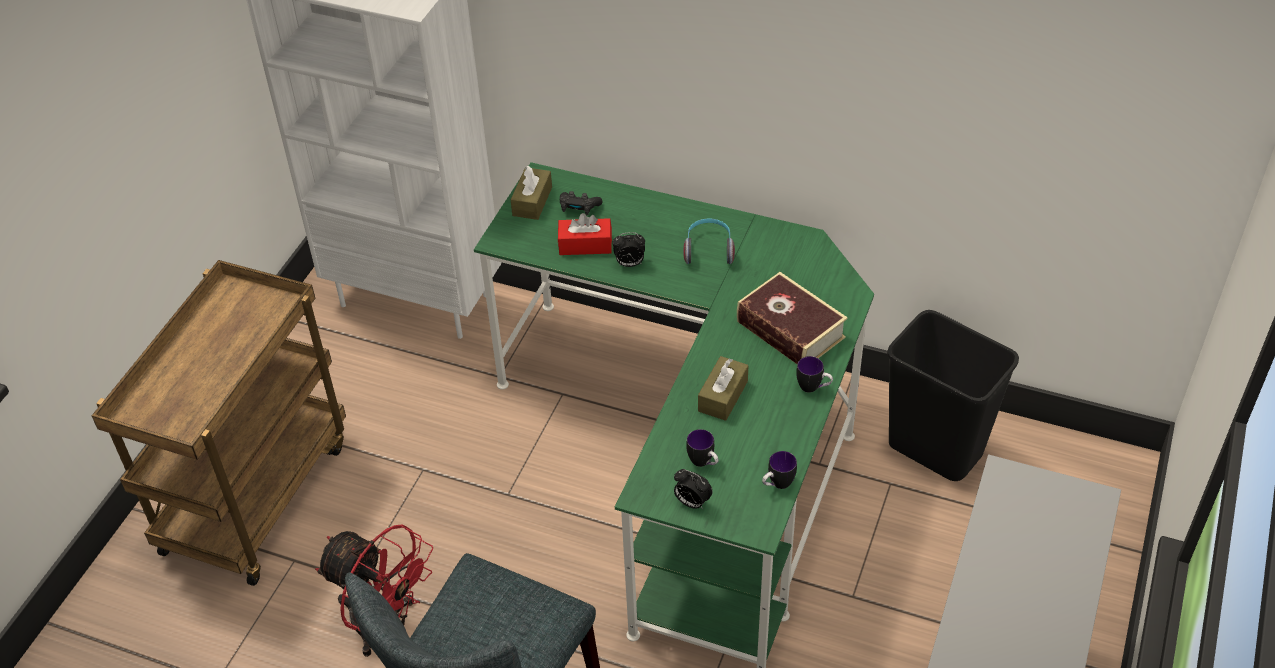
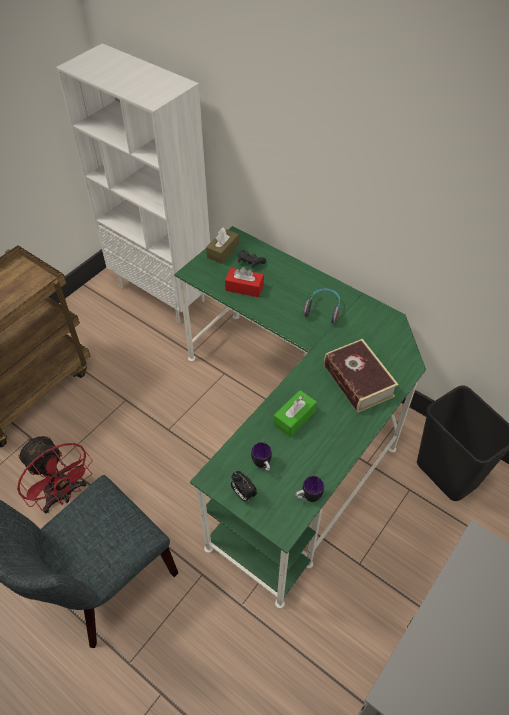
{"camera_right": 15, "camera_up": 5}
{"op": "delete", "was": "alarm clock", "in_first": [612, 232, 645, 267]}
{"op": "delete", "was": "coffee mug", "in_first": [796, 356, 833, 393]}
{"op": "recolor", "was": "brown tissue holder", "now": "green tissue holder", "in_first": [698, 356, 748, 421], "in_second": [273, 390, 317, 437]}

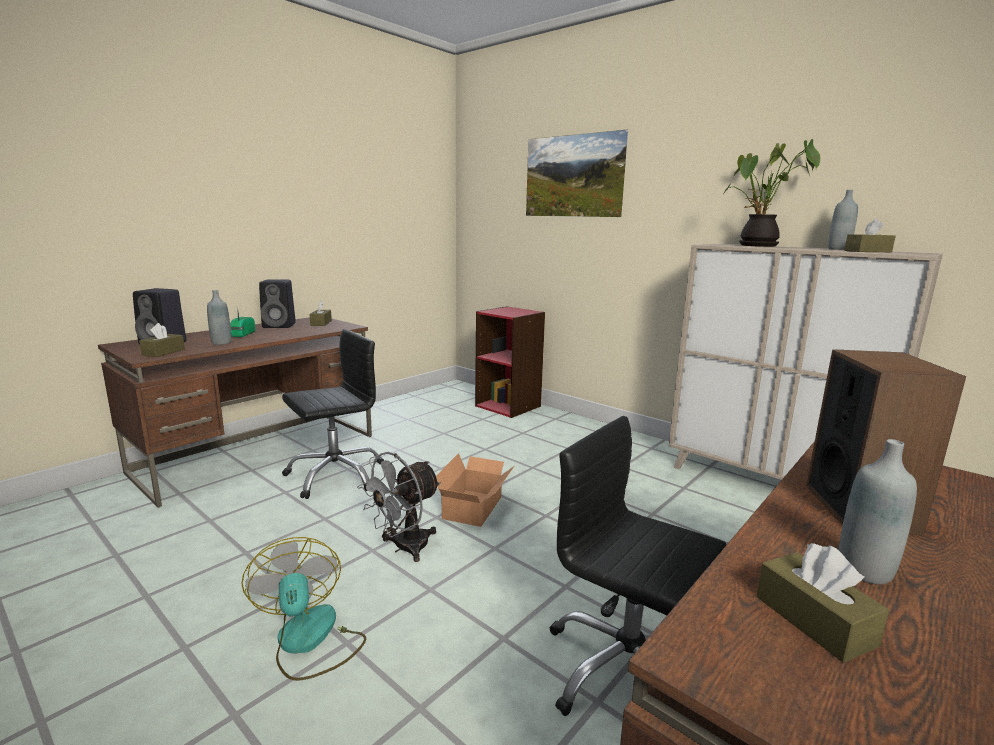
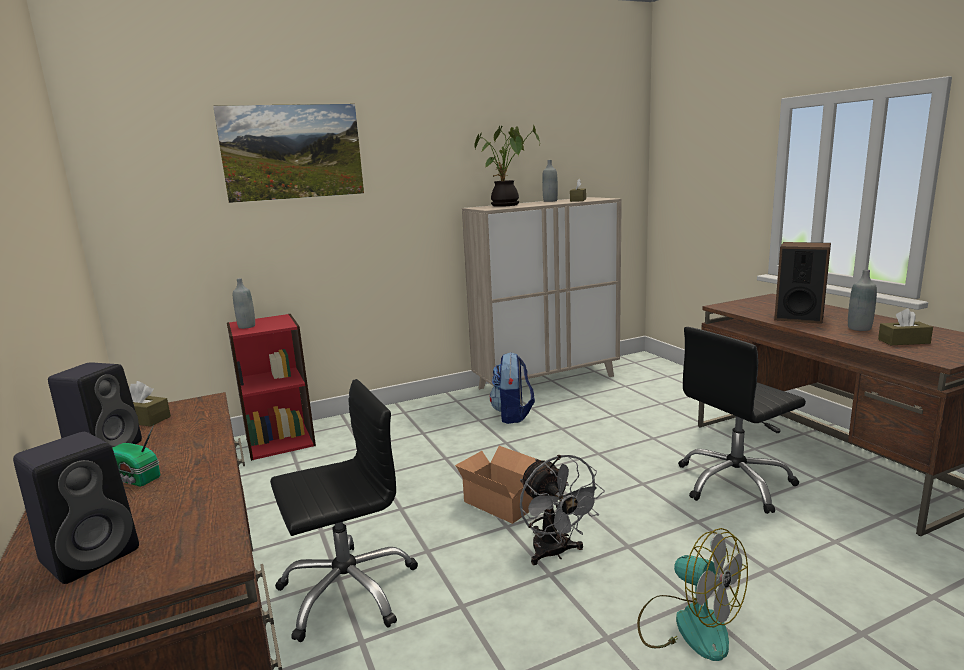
{"camera_right": -65, "camera_up": 0}
{"op": "delete", "was": "brown tissue holder", "in_first": [139, 323, 185, 357]}
{"op": "insert", "now": "knapsack", "in_second": [490, 352, 535, 424]}
{"op": "move", "was": "greyish drink bottle", "in_first": [207, 290, 231, 345], "in_second": [233, 278, 255, 329]}
{"op": "rotate", "was": "cooling fan", "in_first": [241, 537, 366, 681], "in_second": [637, 528, 748, 661], "clockwise": -135}
{"op": "rotate", "was": "black desk chair", "in_first": [282, 329, 384, 499], "in_second": [270, 379, 418, 642], "clockwise": 75}

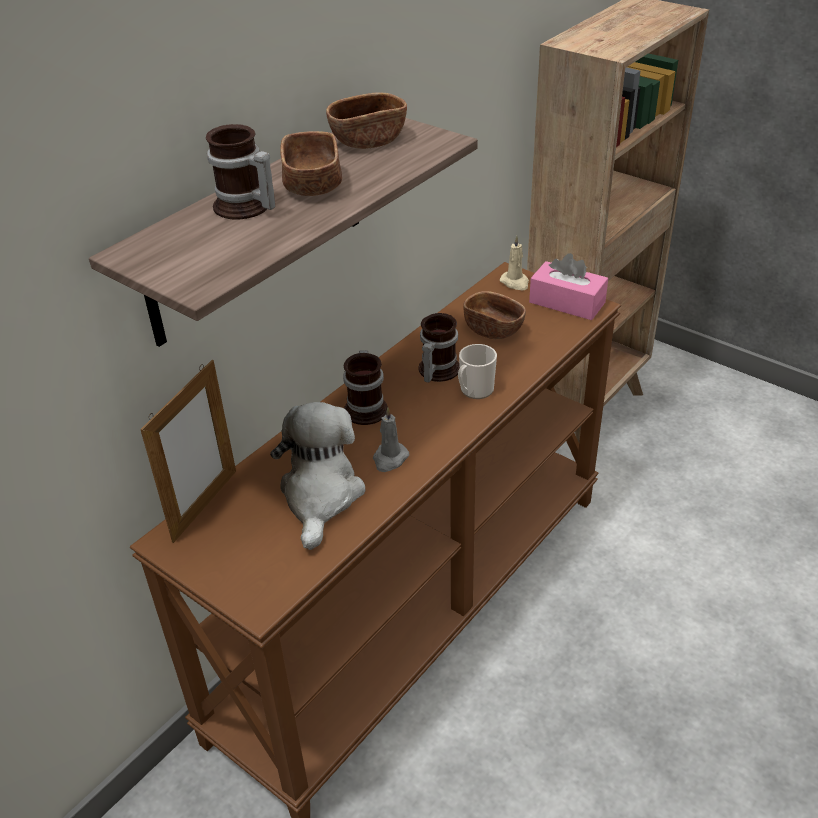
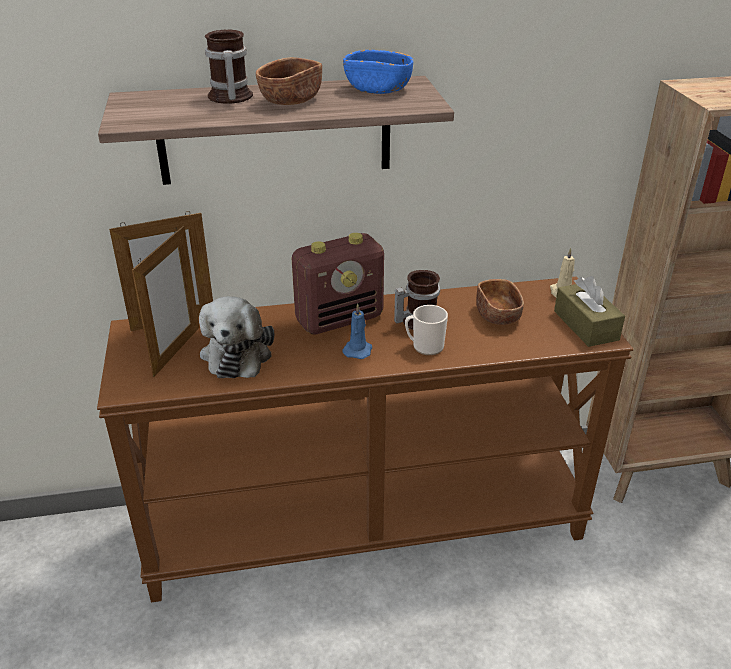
{"camera_right": 40, "camera_up": -5}
{"op": "delete", "was": "greyish wax candle", "in_first": [373, 407, 409, 472]}
{"op": "insert", "now": "photo frame", "in_second": [132, 226, 200, 377]}
{"op": "insert", "now": "blue-coloured wax candle", "in_second": [342, 303, 372, 359]}
{"op": "replace", "was": "coffee mug", "now": "radio set", "in_first": [343, 350, 388, 425], "in_second": [291, 233, 384, 335]}
{"op": "recolor", "was": "brown bowl", "now": "blue-coloured bowl", "in_first": [326, 92, 407, 149], "in_second": [343, 50, 413, 94]}
{"op": "recolor", "was": "pink tissue holder", "now": "brown tissue holder", "in_first": [529, 253, 608, 320], "in_second": [554, 276, 625, 347]}
{"op": "rotate", "was": "cuddly toy", "in_first": [270, 402, 365, 550], "in_second": [199, 296, 274, 378], "clockwise": 135}

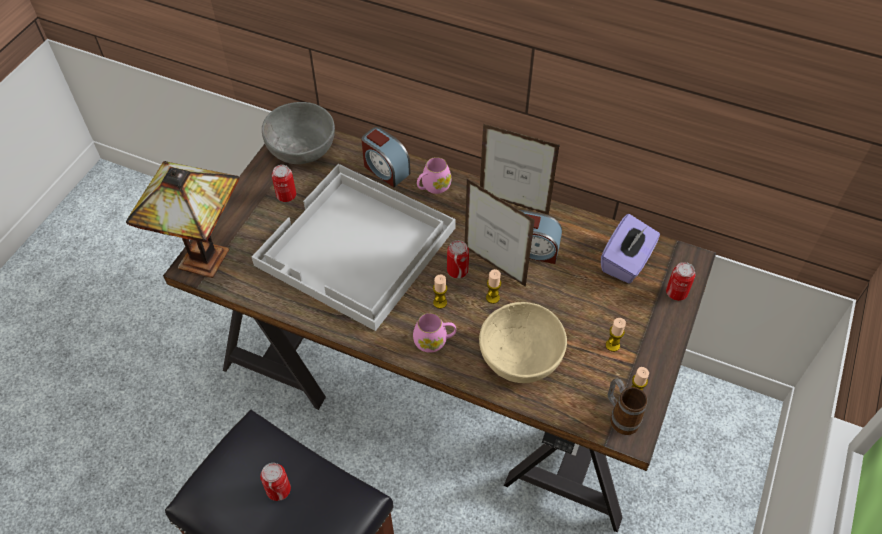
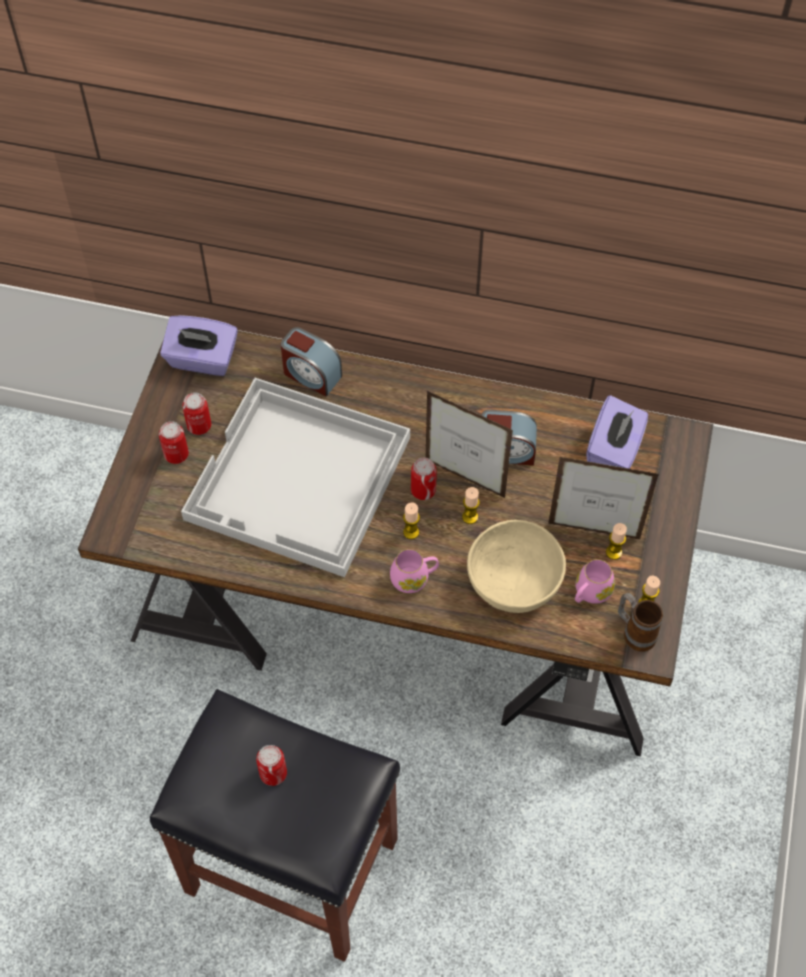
{"camera_right": -10, "camera_up": 5}
{"op": "delete", "was": "table lamp", "in_first": [126, 161, 240, 278]}
{"op": "move", "was": "pink coffee mug", "in_first": [417, 157, 451, 194], "in_second": [575, 559, 615, 604]}
{"op": "move", "was": "photo frame", "in_first": [480, 124, 560, 215], "in_second": [548, 457, 659, 540]}
{"op": "move", "was": "sealed can", "in_first": [666, 262, 696, 301], "in_second": [159, 421, 189, 464]}
{"op": "replace", "was": "greyish bowl", "now": "purple tissue holder", "in_first": [262, 102, 335, 164], "in_second": [160, 315, 238, 376]}

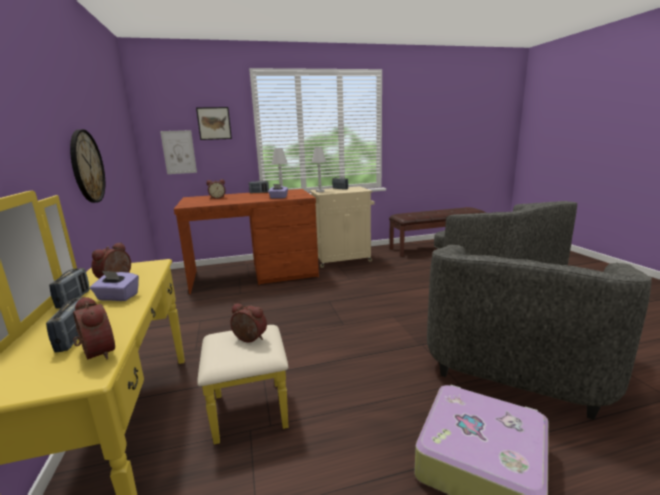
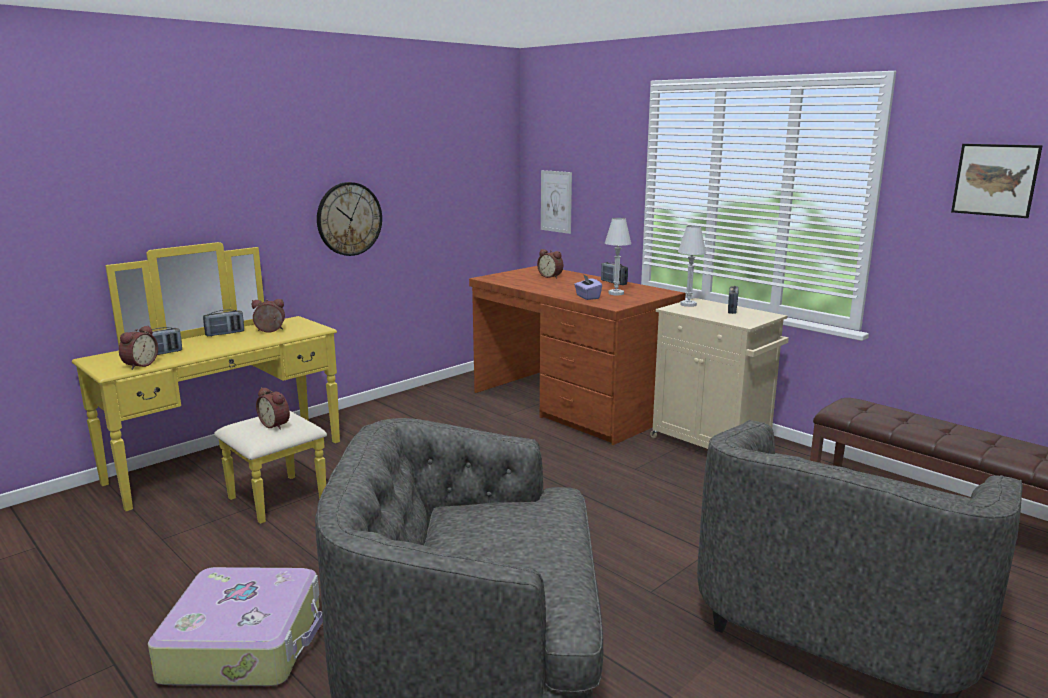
{"camera_right": 60, "camera_up": 0}
{"op": "delete", "was": "purple tissue holder", "in_first": [90, 271, 139, 301]}
{"op": "move", "was": "wall picture", "in_first": [196, 107, 232, 140], "in_second": [951, 144, 1043, 218]}
{"op": "rotate", "was": "alarm clock", "in_first": [230, 303, 267, 343], "in_second": [256, 387, 290, 430], "clockwise": 135}

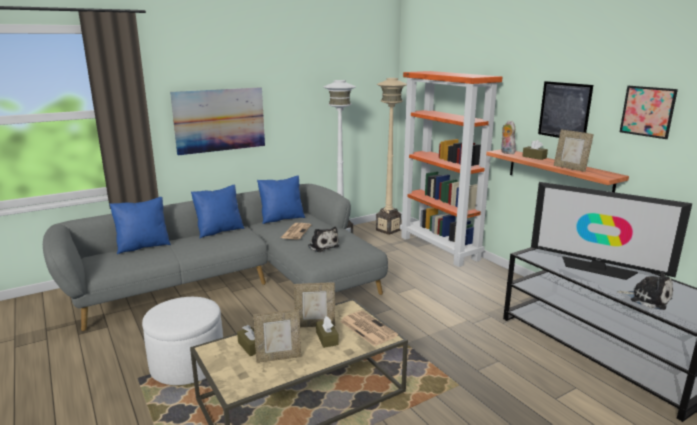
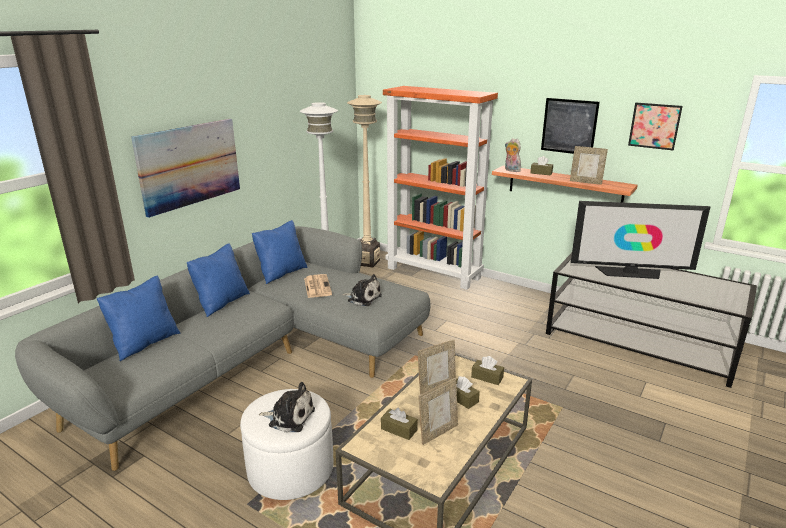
{"camera_right": -25, "camera_up": 5}
{"op": "move", "was": "cuddly toy", "in_first": [617, 271, 673, 310], "in_second": [259, 382, 315, 433]}
{"op": "replace", "was": "newspaper", "now": "brown tissue holder", "in_first": [340, 310, 398, 346], "in_second": [471, 356, 504, 385]}

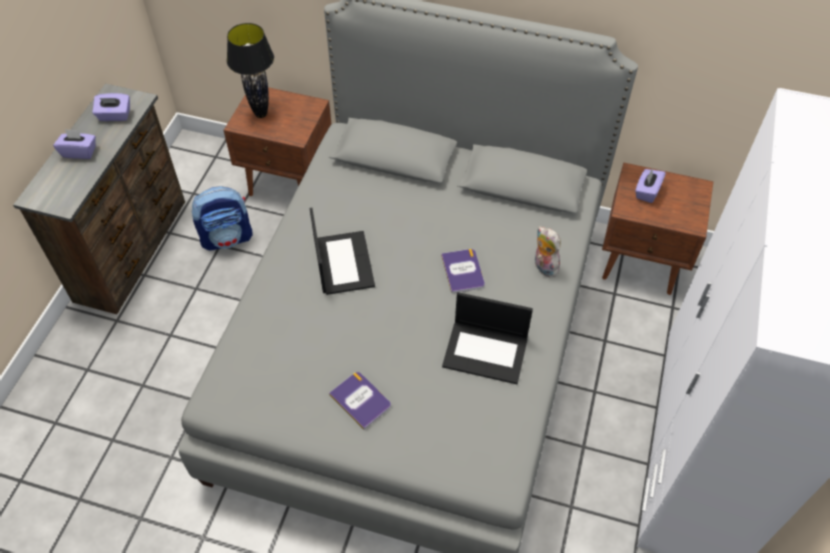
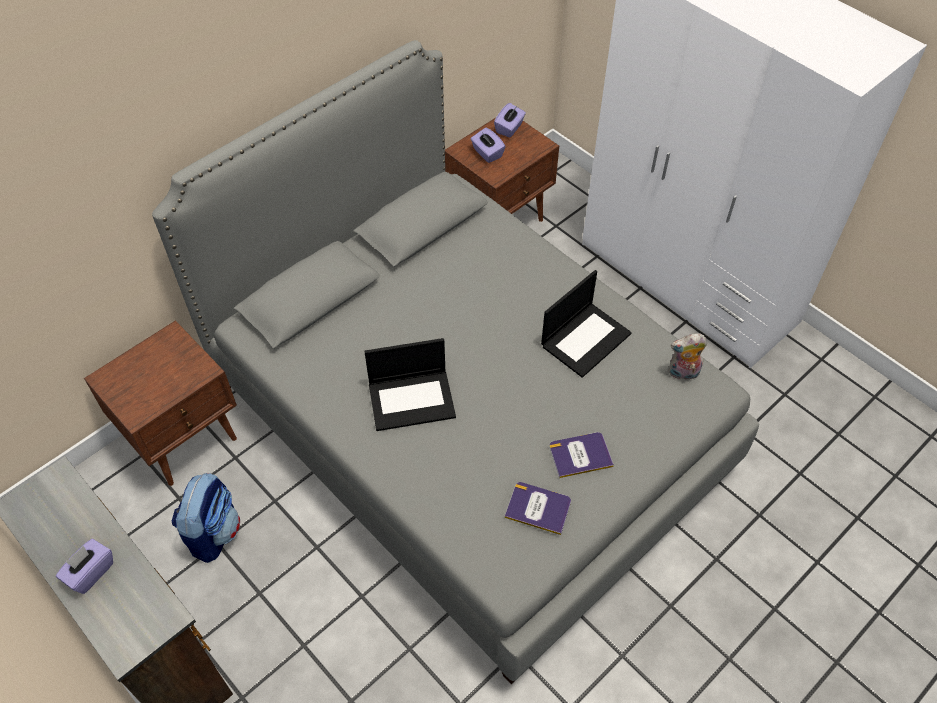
{"camera_right": -60, "camera_up": 0}
{"op": "delete", "was": "black table lamp", "in_first": [227, 23, 274, 118]}
{"op": "move", "was": "purple tissue holder", "in_first": [92, 93, 130, 121], "in_second": [494, 103, 526, 138]}
{"op": "move", "was": "bound book", "in_first": [441, 249, 485, 293], "in_second": [505, 482, 571, 535]}
{"op": "move", "was": "cuddly toy", "in_first": [535, 226, 561, 277], "in_second": [669, 333, 707, 380]}
{"op": "rotate", "was": "laptop", "in_first": [310, 208, 375, 295], "in_second": [364, 338, 456, 431], "clockwise": 150}

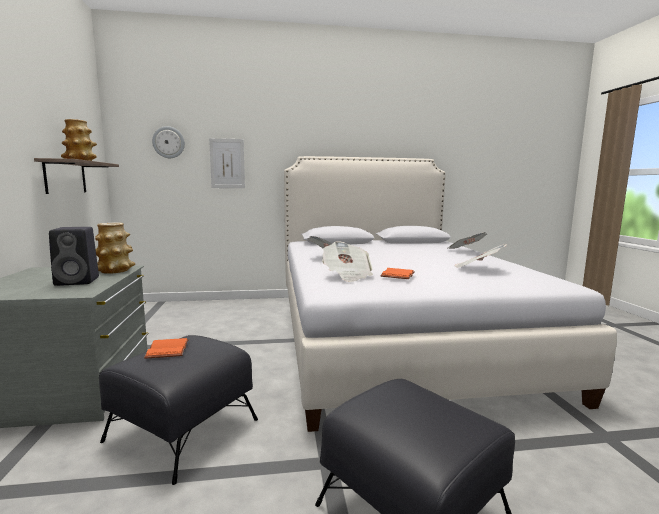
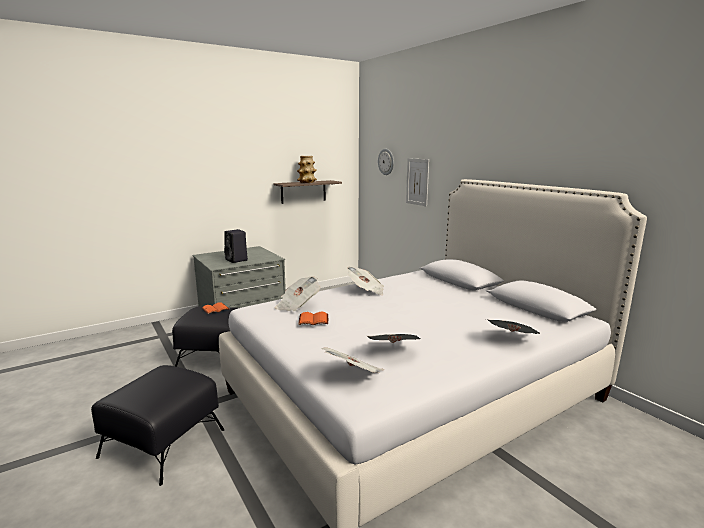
{"camera_right": 65, "camera_up": 5}
{"op": "delete", "was": "flower vase", "in_first": [95, 222, 135, 274]}
{"op": "insert", "now": "newspaper", "in_second": [322, 347, 384, 373]}

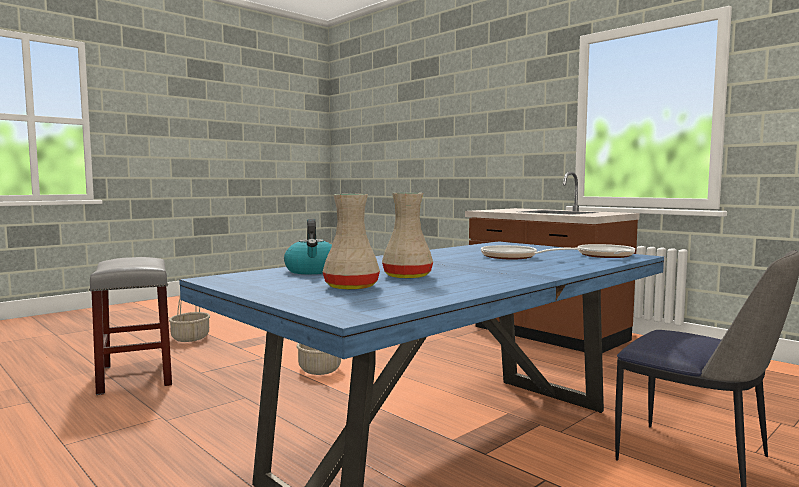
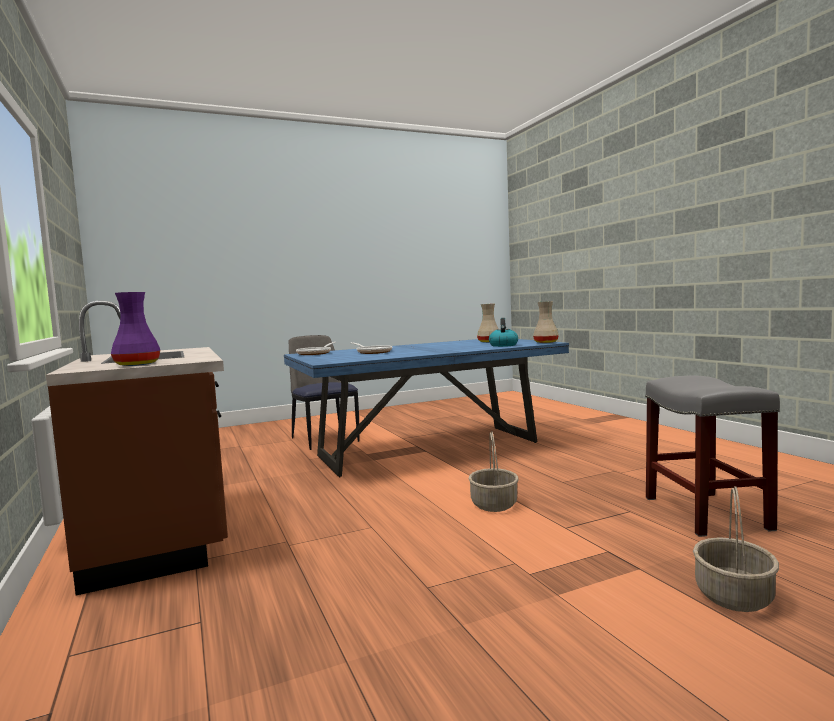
{"camera_right": -160, "camera_up": 0}
{"op": "insert", "now": "purple flower vase", "in_second": [111, 292, 160, 366]}
{"op": "move", "was": "sand-coloured flower vase", "in_first": [382, 193, 433, 279], "in_second": [533, 301, 559, 343]}

